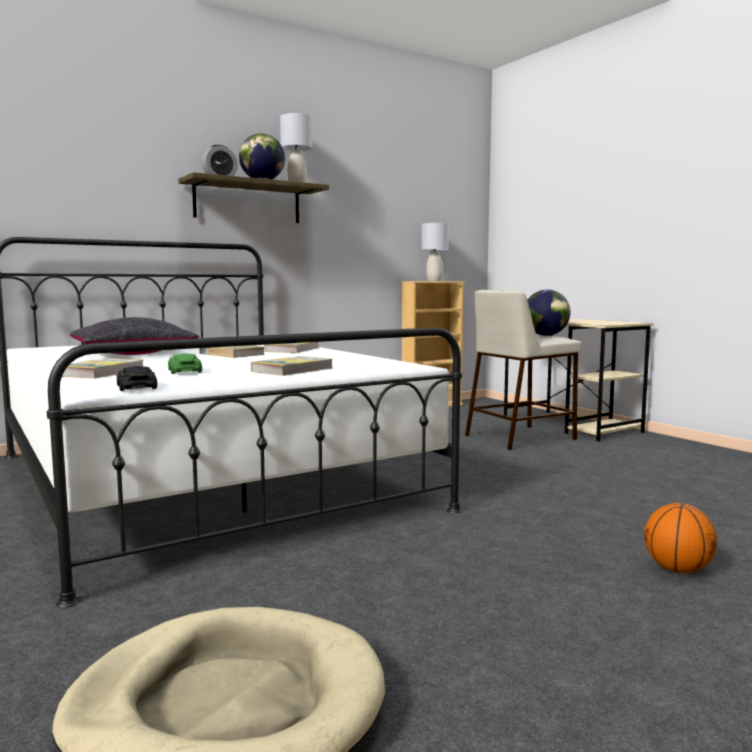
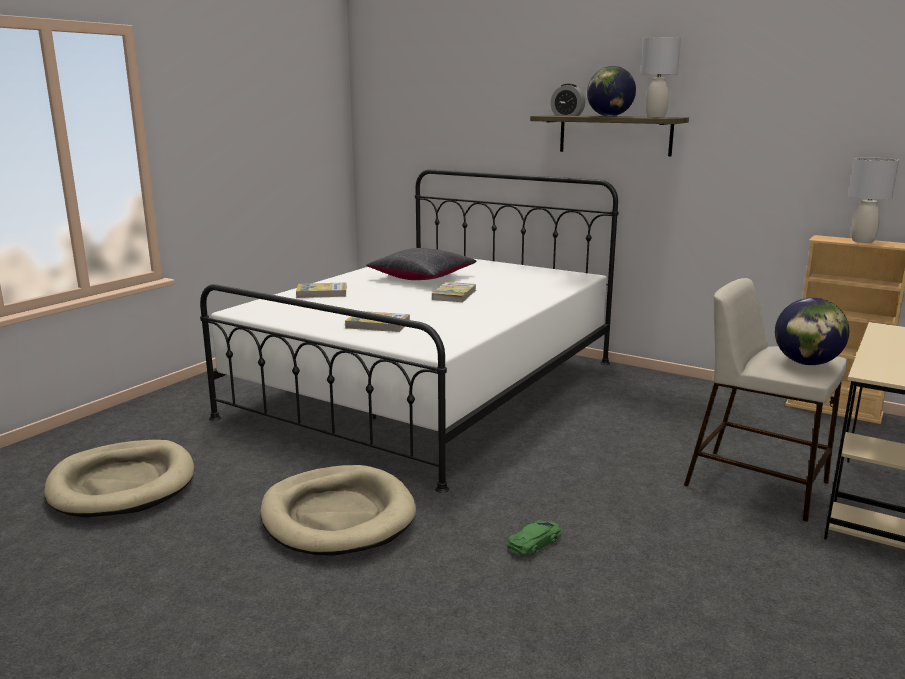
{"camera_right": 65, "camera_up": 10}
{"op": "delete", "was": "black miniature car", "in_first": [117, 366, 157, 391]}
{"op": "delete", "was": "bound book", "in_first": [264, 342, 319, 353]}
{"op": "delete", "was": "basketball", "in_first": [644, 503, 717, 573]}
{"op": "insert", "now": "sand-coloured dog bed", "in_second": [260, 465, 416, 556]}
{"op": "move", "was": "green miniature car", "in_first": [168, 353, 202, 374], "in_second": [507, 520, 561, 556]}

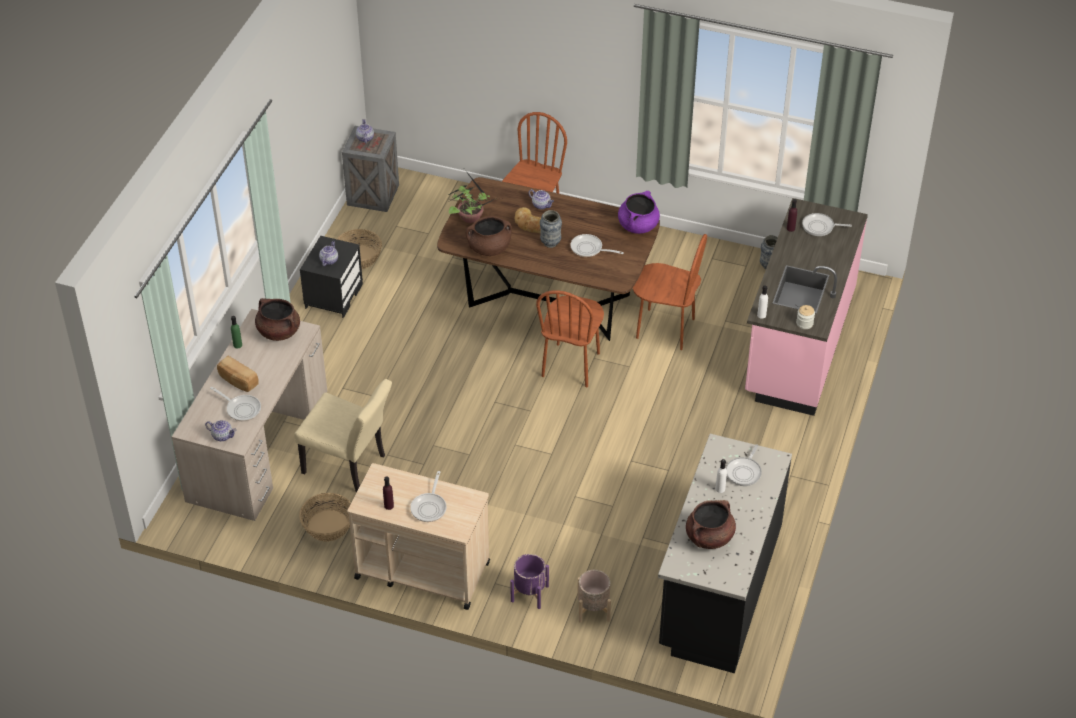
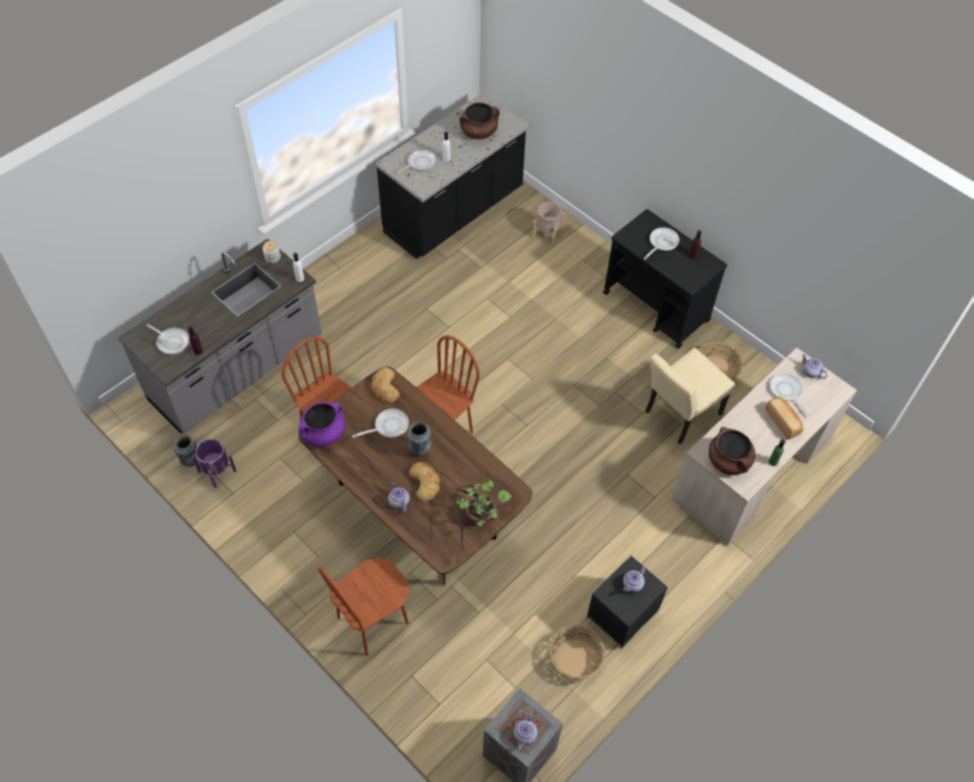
{"camera_right": -155, "camera_up": 10}
{"op": "delete", "was": "brown cooking pot", "in_first": [466, 216, 512, 256]}
{"op": "insert", "now": "bread", "in_second": [371, 367, 400, 404]}
{"op": "move", "was": "purple flower pot", "in_first": [510, 554, 549, 609], "in_second": [192, 439, 236, 488]}
{"op": "recolor", "was": "sand-coloured trolley", "now": "black trolley", "in_first": [347, 463, 490, 610], "in_second": [603, 209, 727, 349]}
{"op": "recolor", "was": "pink kitchen counter", "now": "greyish kitchen counter", "in_first": [745, 198, 868, 416], "in_second": [118, 239, 322, 434]}
{"op": "rotate", "was": "sand-coloured upright chair", "in_first": [295, 379, 392, 492], "in_second": [645, 348, 735, 444], "clockwise": -90}
{"op": "rotate", "was": "frying pan", "in_first": [570, 234, 624, 257], "in_second": [352, 409, 409, 438], "clockwise": -75}

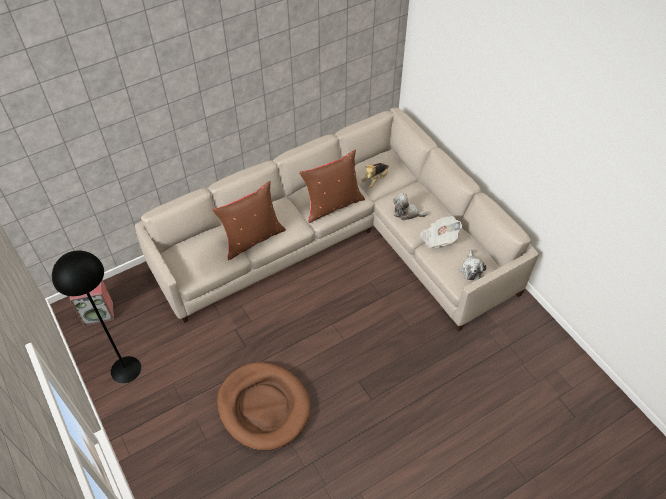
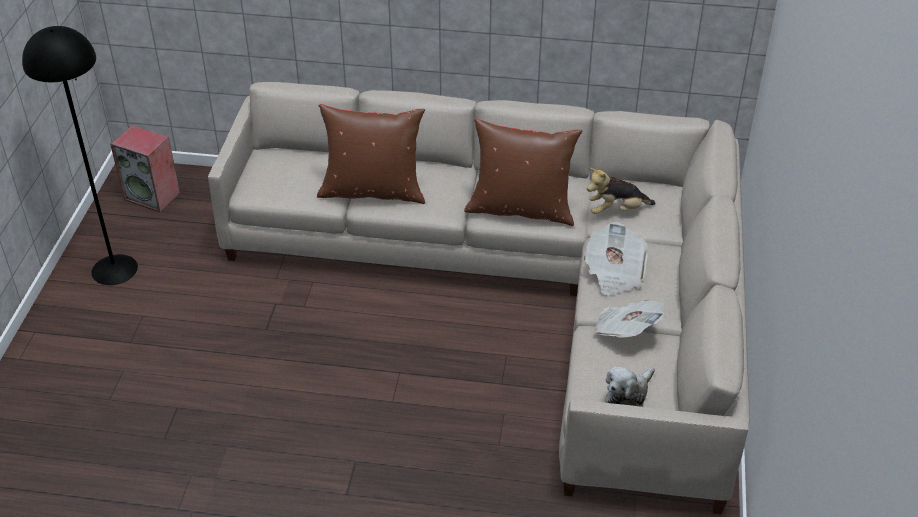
{"camera_right": 40, "camera_up": -10}
{"op": "delete", "was": "brown dog bed", "in_first": [217, 362, 311, 450]}
{"op": "replace", "was": "cuddly toy", "now": "newspaper", "in_first": [393, 193, 427, 220], "in_second": [584, 222, 649, 296]}

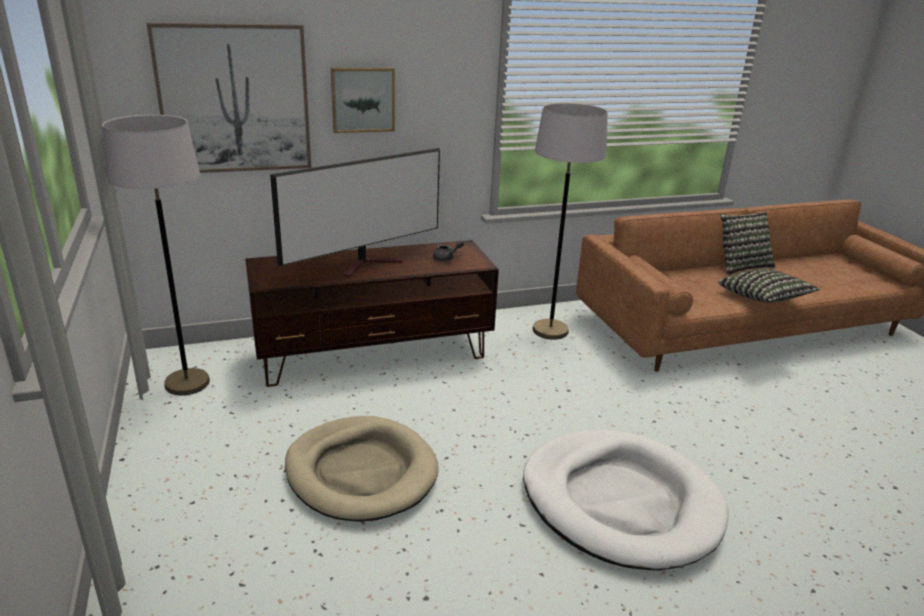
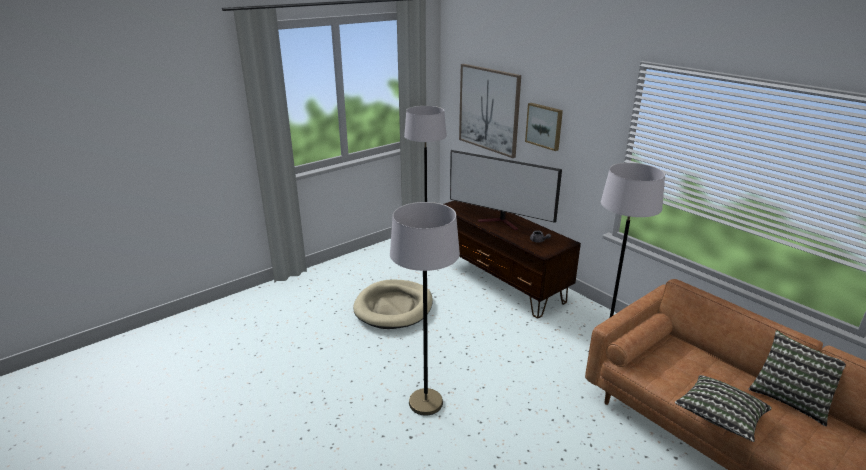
{"camera_right": 70, "camera_up": 0}
{"op": "replace", "was": "whitish dog bed", "now": "greyish standing lamp", "in_first": [523, 430, 729, 570], "in_second": [390, 202, 460, 416]}

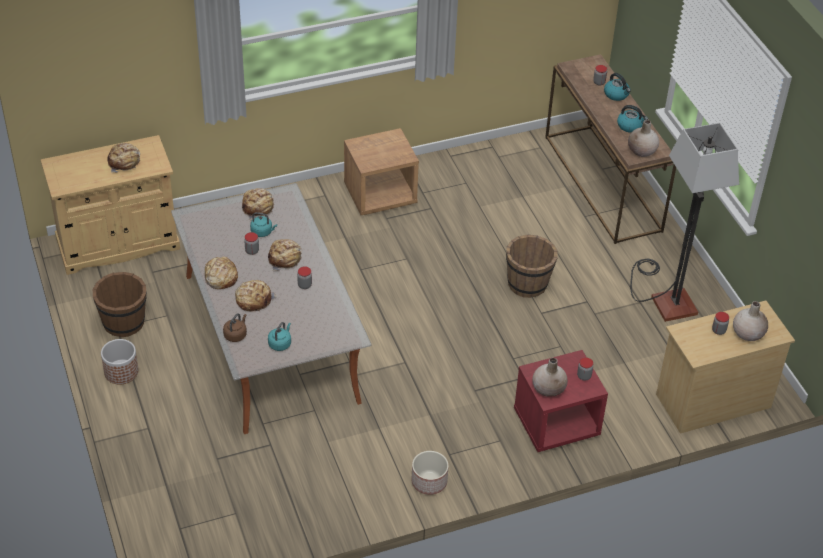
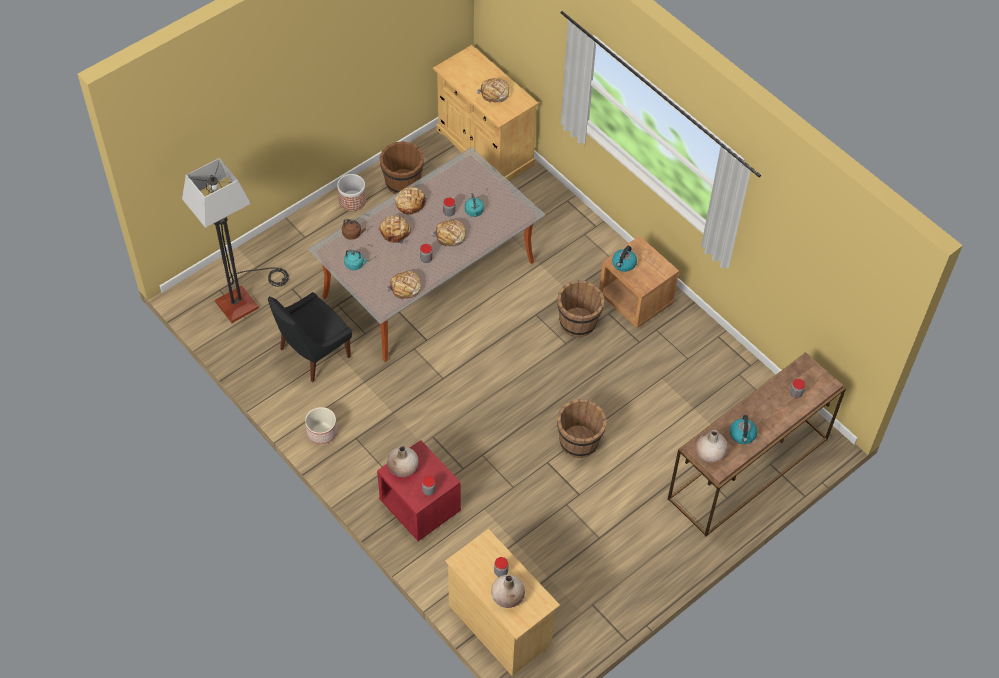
{"camera_right": 70, "camera_up": 10}
{"op": "insert", "now": "black upright chair", "in_second": [268, 292, 352, 382]}
{"op": "insert", "now": "brown water bucket", "in_second": [557, 280, 604, 337]}
{"op": "move", "was": "bread", "in_first": [242, 188, 274, 220], "in_second": [385, 271, 421, 300]}
{"op": "move", "was": "water kettle", "in_first": [604, 73, 631, 101], "in_second": [612, 246, 637, 272]}
{"op": "move", "was": "standing lamp", "in_first": [630, 123, 739, 322], "in_second": [182, 158, 289, 323]}

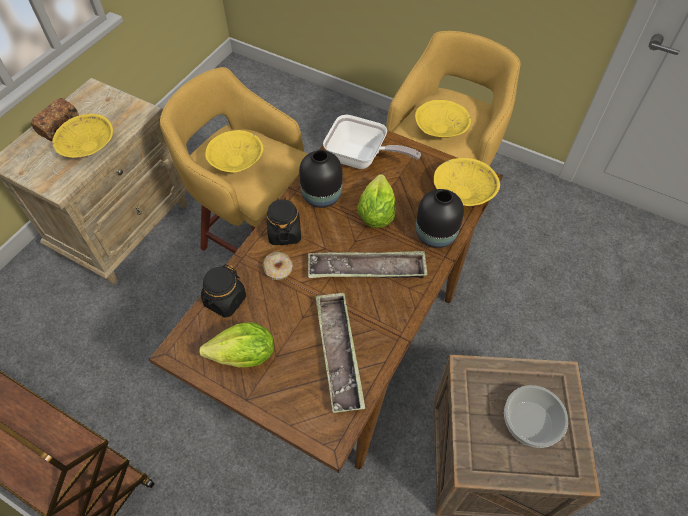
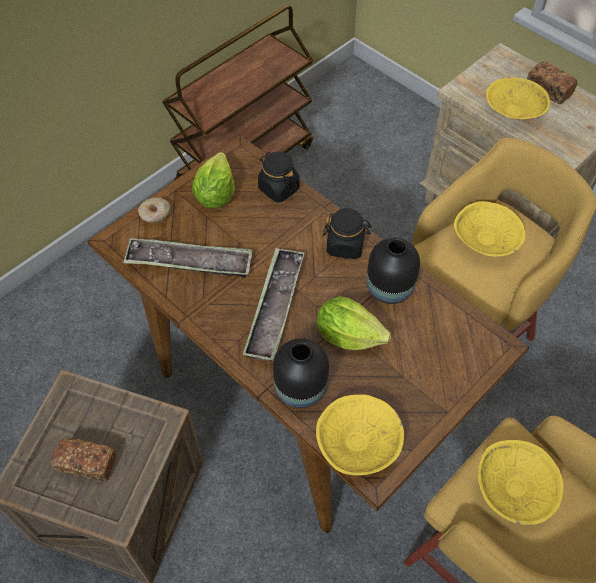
{"camera_right": 105, "camera_up": 0}
{"op": "delete", "was": "frying pan", "in_first": [323, 115, 421, 169]}
{"op": "move", "was": "donut", "in_first": [263, 252, 293, 280], "in_second": [138, 197, 171, 224]}
{"op": "replace", "was": "bowl", "now": "bread", "in_first": [504, 385, 568, 448], "in_second": [51, 438, 116, 482]}

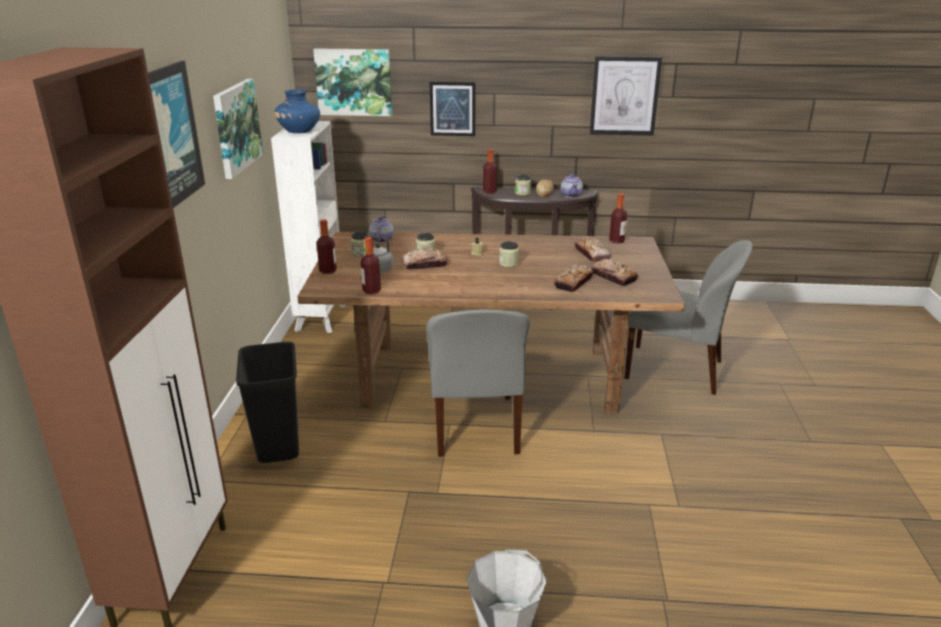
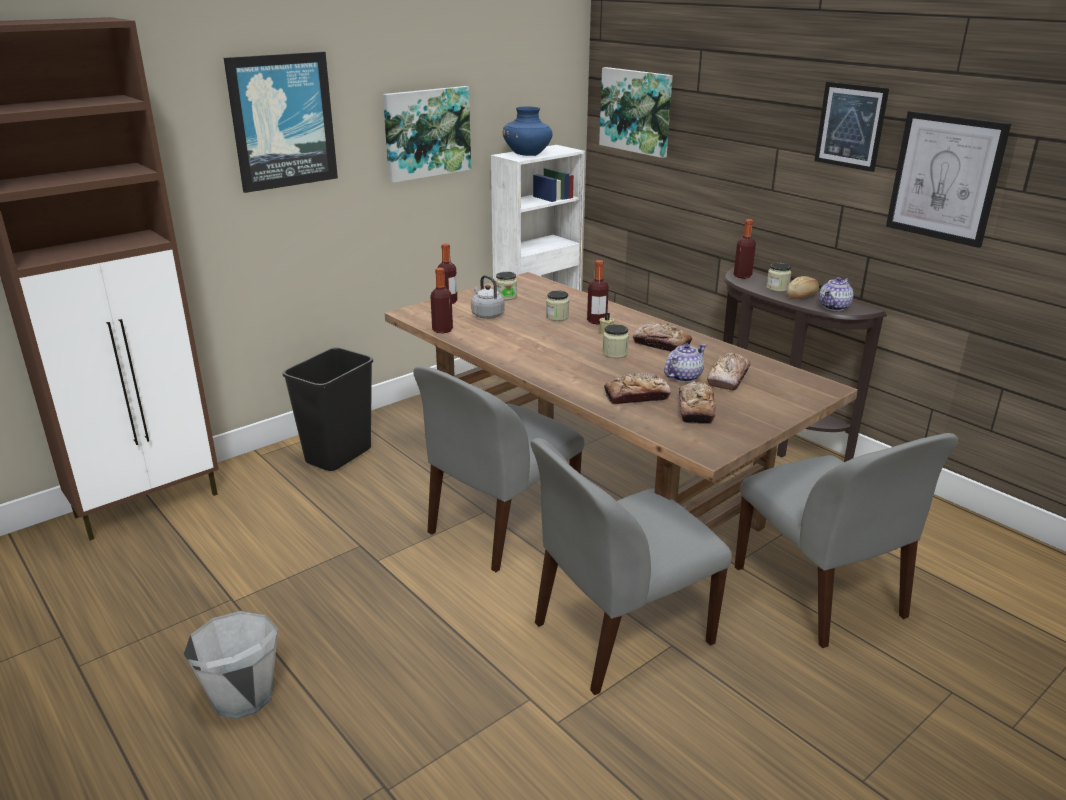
{"camera_right": 45, "camera_up": 0}
{"op": "insert", "now": "greyish upright chair", "in_second": [531, 438, 732, 695]}
{"op": "move", "was": "tea pot", "in_first": [369, 216, 394, 243], "in_second": [664, 344, 706, 382]}
{"op": "move", "was": "bread", "in_first": [402, 247, 448, 270], "in_second": [633, 323, 692, 352]}
{"op": "move", "was": "wall picture", "in_first": [430, 82, 475, 136], "in_second": [814, 82, 889, 172]}
{"op": "move", "was": "drink bottle", "in_first": [609, 193, 627, 243], "in_second": [587, 260, 609, 324]}

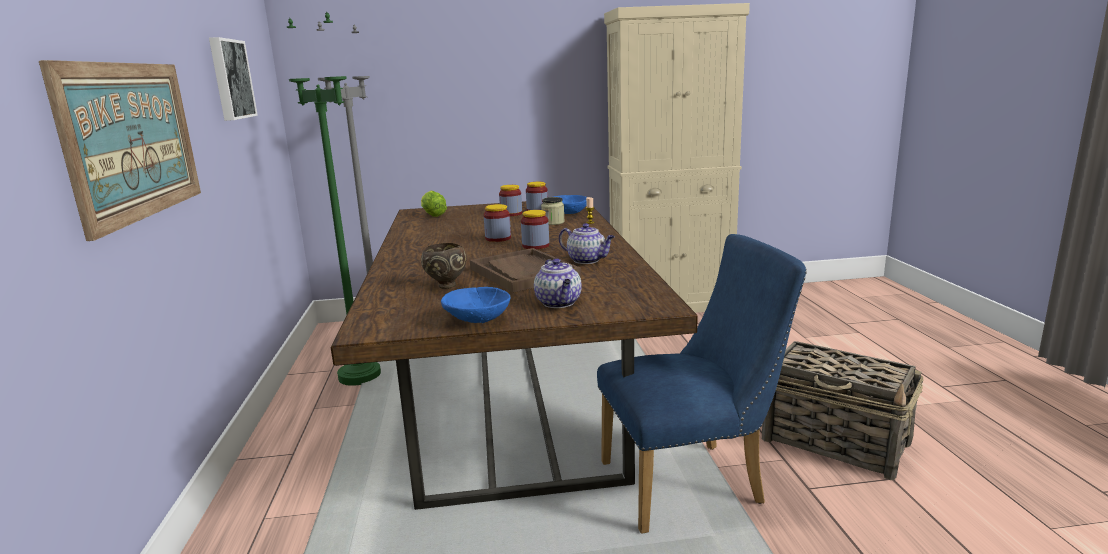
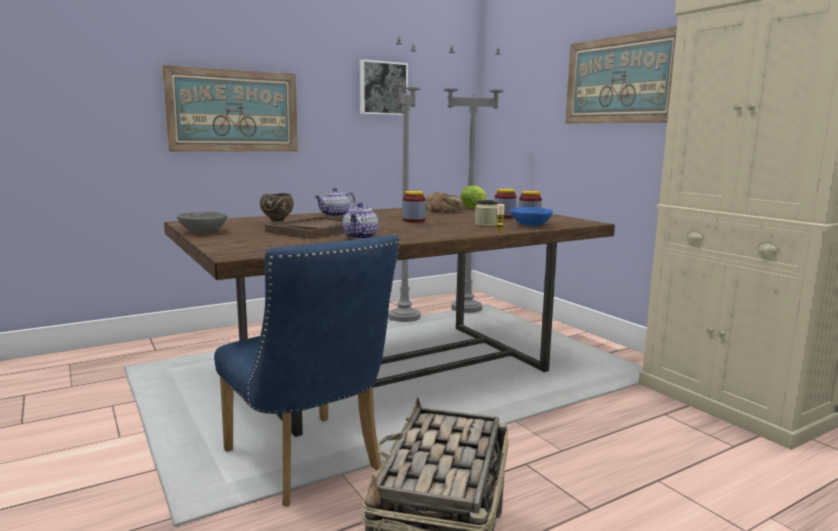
{"camera_right": 65, "camera_up": -5}
{"op": "delete", "was": "storage jar", "in_first": [521, 210, 549, 249]}
{"op": "insert", "now": "bread", "in_second": [425, 192, 464, 213]}
{"op": "insert", "now": "wall picture", "in_second": [565, 26, 677, 124]}
{"op": "move", "was": "tea pot", "in_first": [534, 258, 582, 308], "in_second": [315, 188, 355, 217]}
{"op": "recolor", "was": "green standing lamp", "now": "greyish standing lamp", "in_first": [287, 12, 381, 386], "in_second": [388, 36, 421, 322]}
{"op": "recolor", "was": "blue-coloured bowl", "now": "greyish bowl", "in_first": [441, 287, 511, 323], "in_second": [177, 211, 227, 233]}

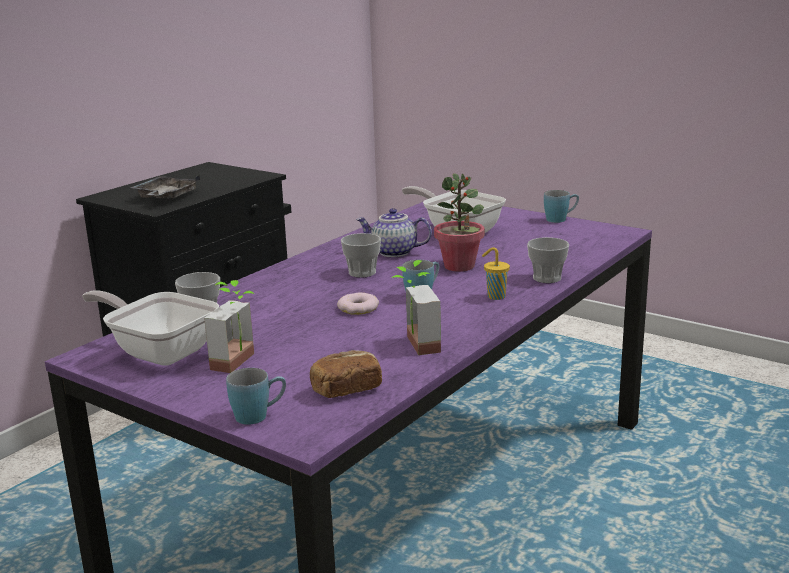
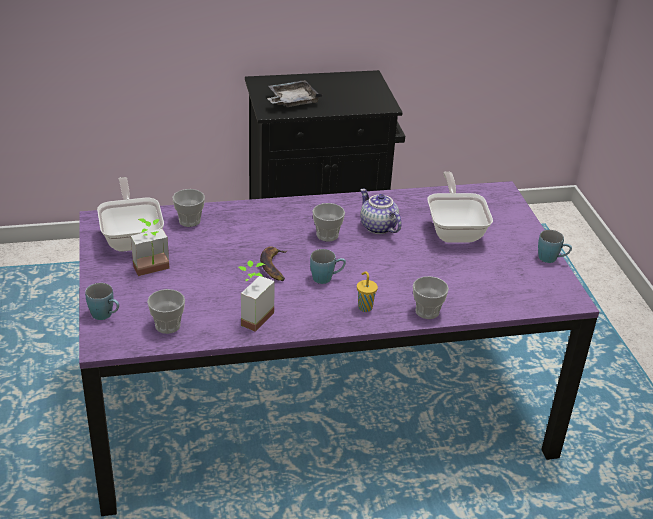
{"camera_right": 40, "camera_up": 15}
{"op": "delete", "was": "potted plant", "in_first": [434, 173, 485, 272]}
{"op": "replace", "was": "bread", "now": "small cup", "in_first": [310, 350, 382, 398], "in_second": [147, 289, 185, 334]}
{"op": "replace", "was": "donut", "now": "banana", "in_first": [337, 292, 379, 315], "in_second": [260, 246, 287, 281]}

